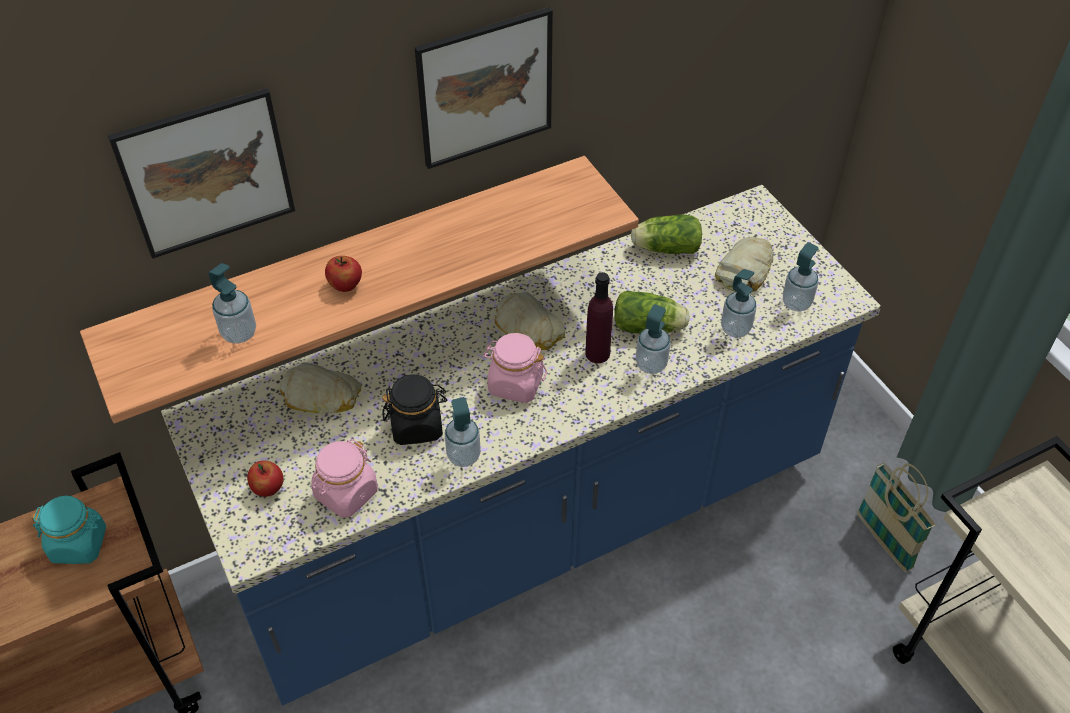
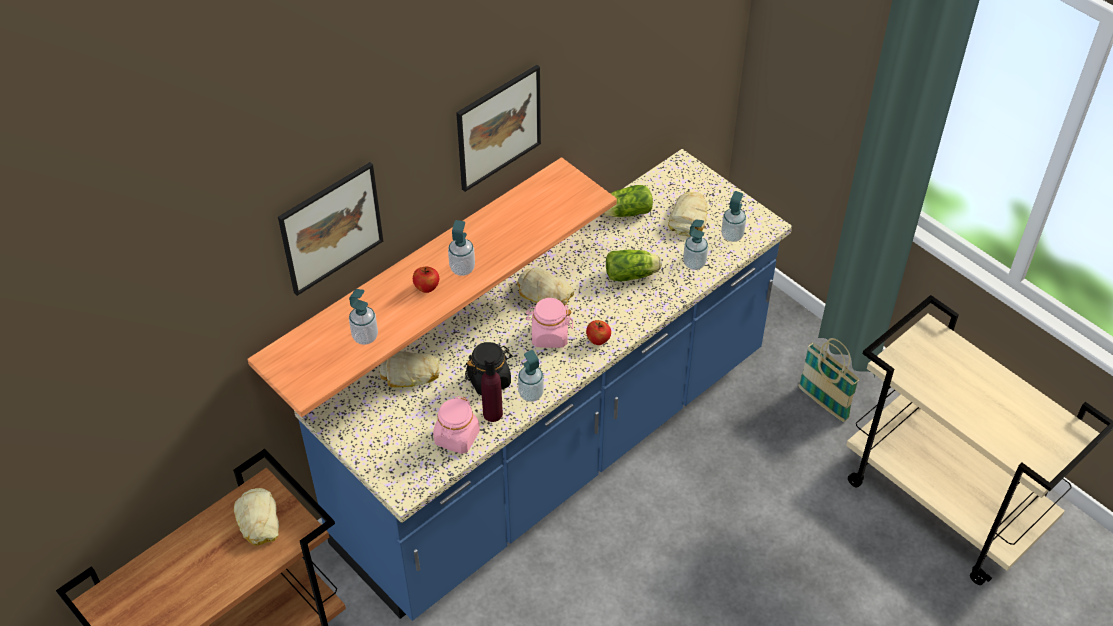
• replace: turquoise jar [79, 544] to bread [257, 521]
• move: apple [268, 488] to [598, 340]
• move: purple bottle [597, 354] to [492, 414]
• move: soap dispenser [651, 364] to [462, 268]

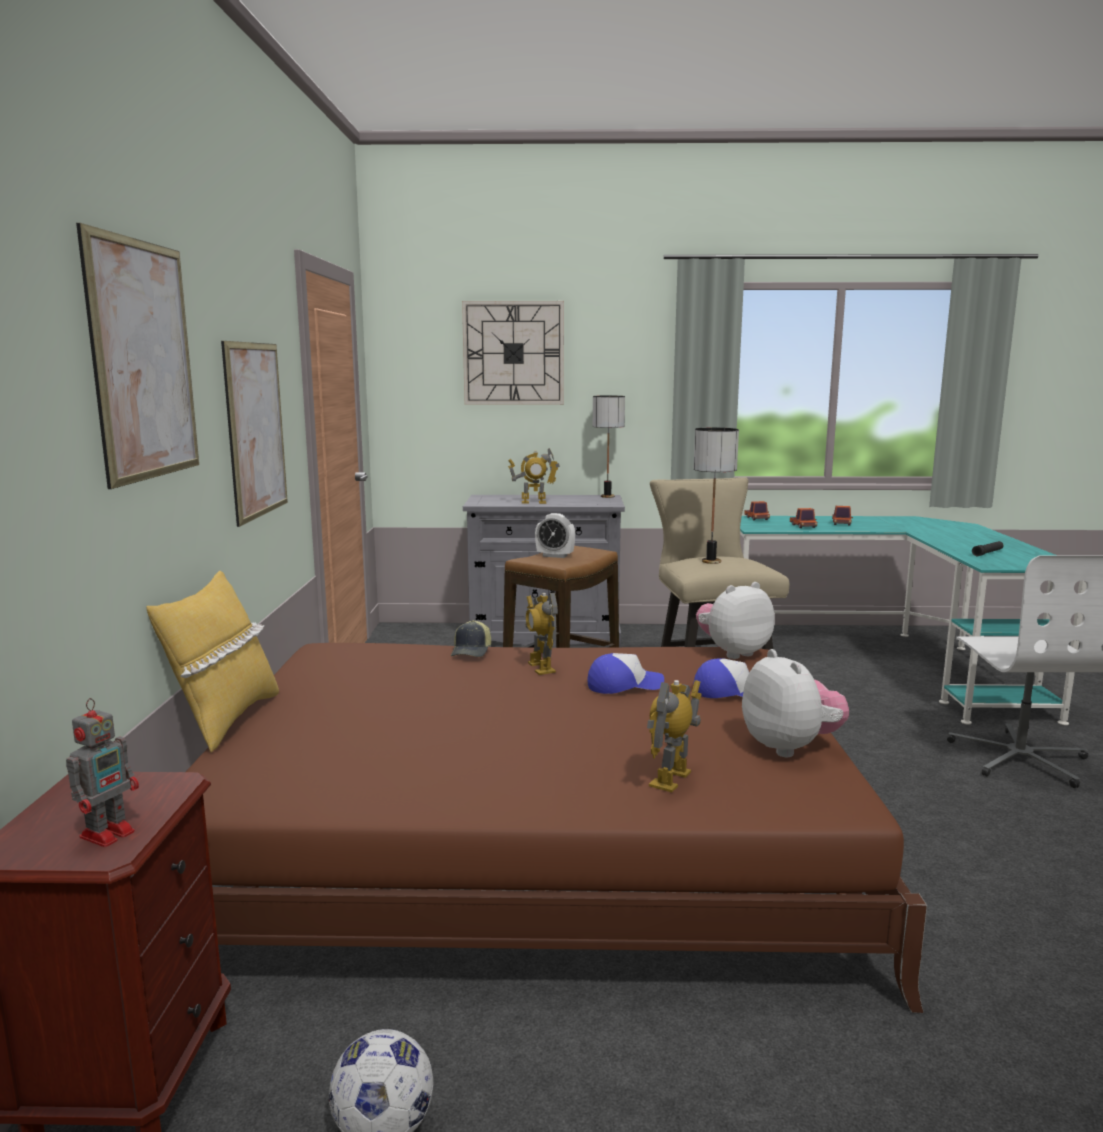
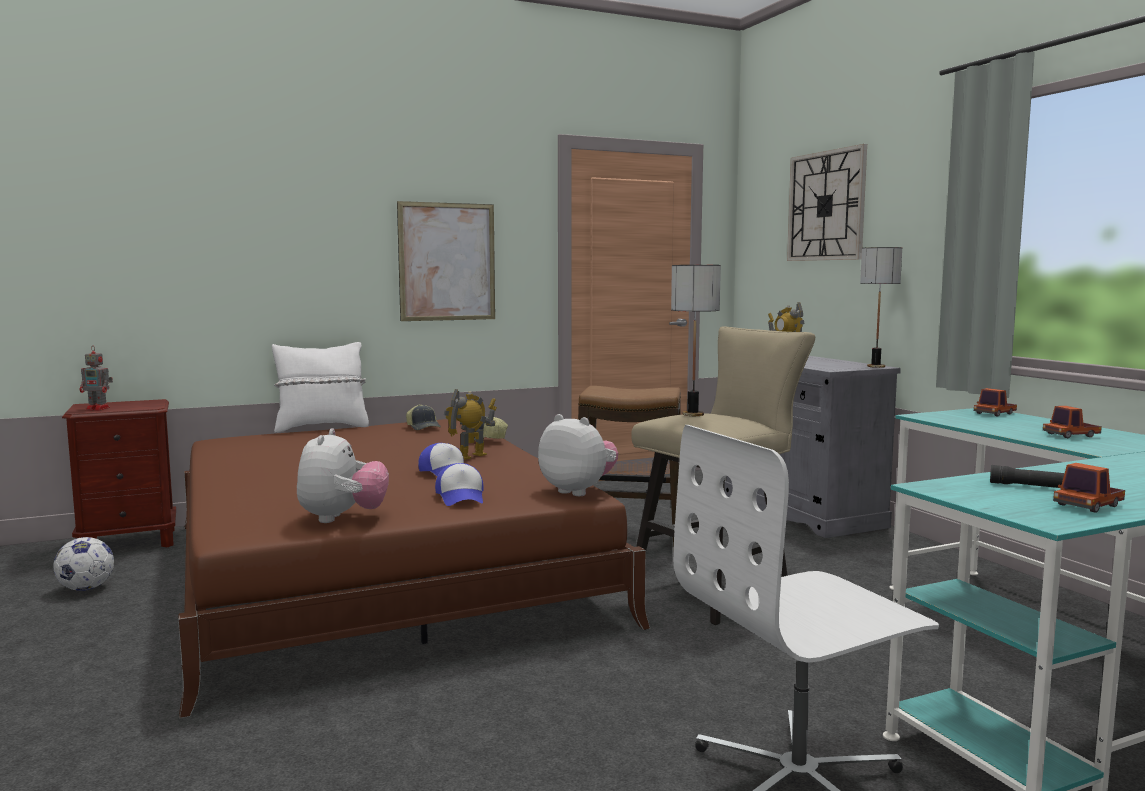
• delete: picture [144, 360]
• recolor: yellow pillow [224, 720] to white pillow [321, 427]
• delete: alarm clock [555, 556]
• delete: toy robot [672, 779]
• rotate: plush toy [790, 747] = [342, 518] 45 degrees counterclockwise
• move: toy truck [803, 526] to [1088, 505]
• insert: cap [423, 427]

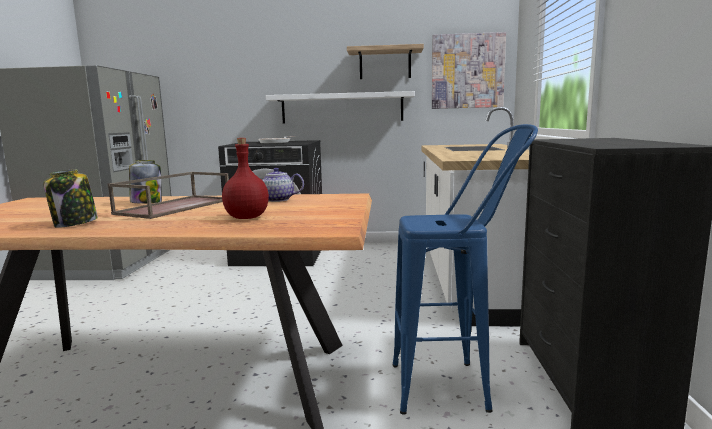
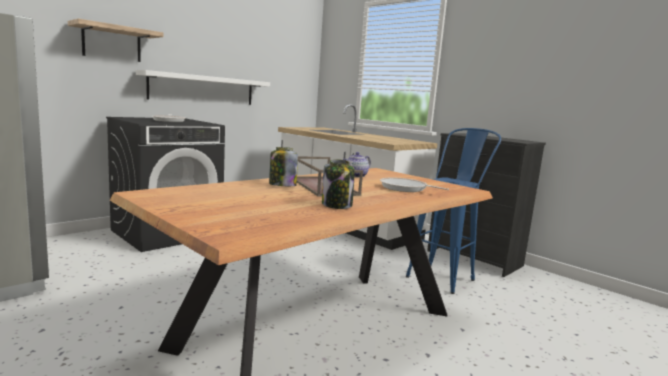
• replace: red bottle [246, 218] to frying pan [405, 188]
• move: shelf [385, 64] to [112, 43]
• delete: picture [467, 71]

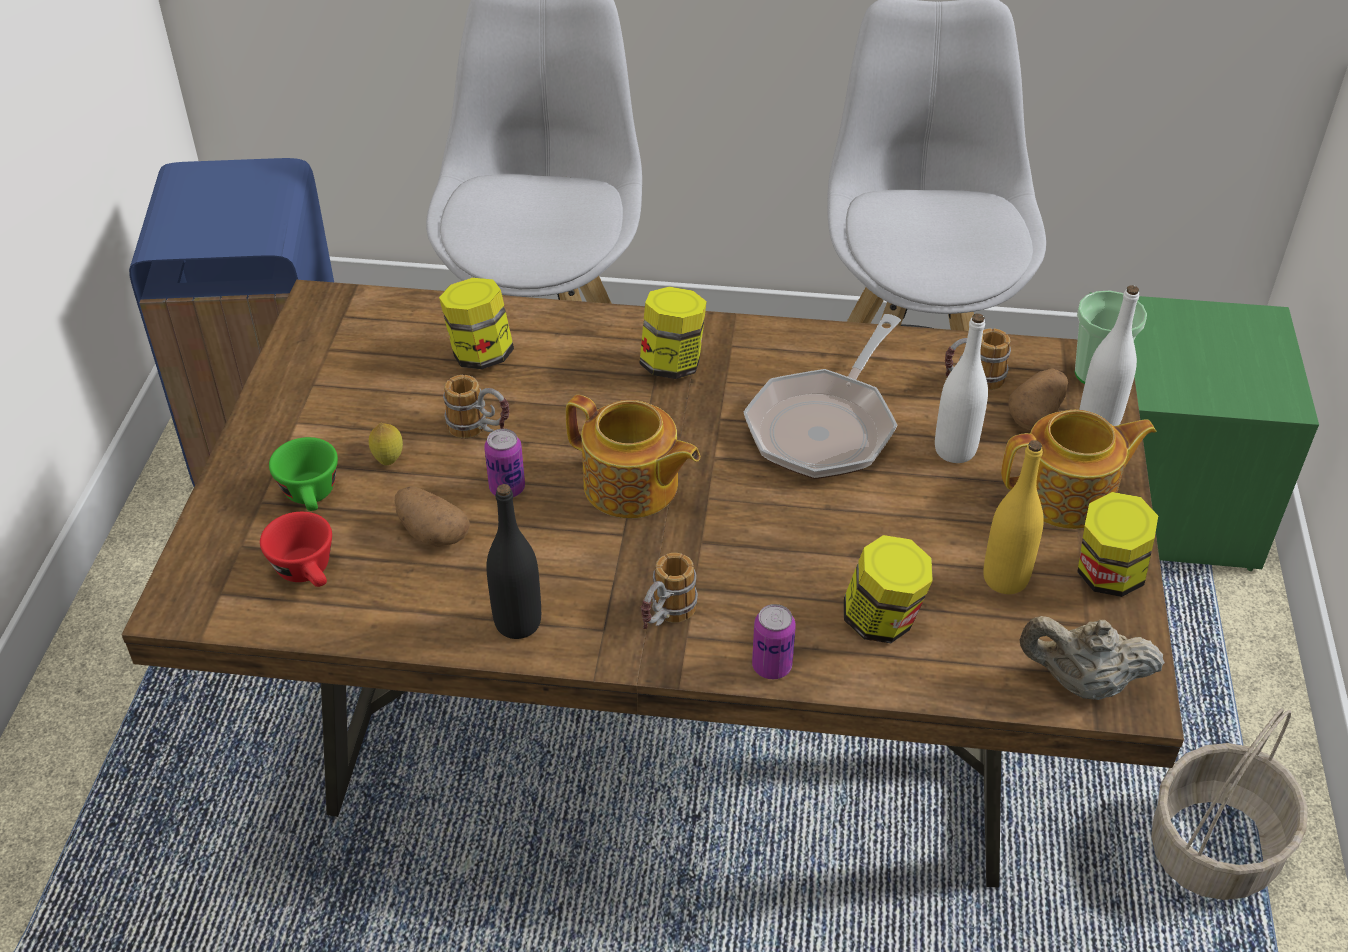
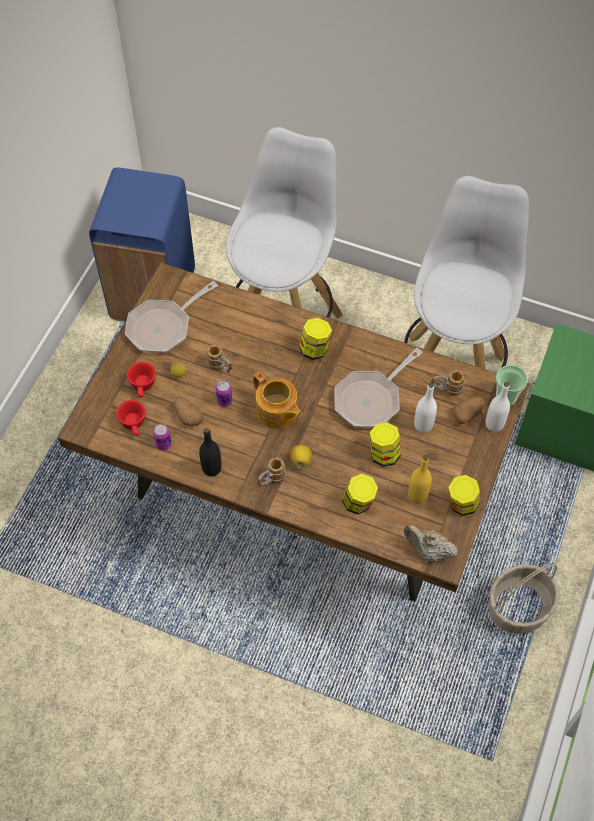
• recolor: green cup [312, 497] to red cup [143, 387]
• move: jar [480, 354] to [383, 454]
• move: can [771, 666] to [163, 444]
• delete: teapot [1068, 496]
• insert: frying pan [163, 327]
• insert: lemon [301, 460]

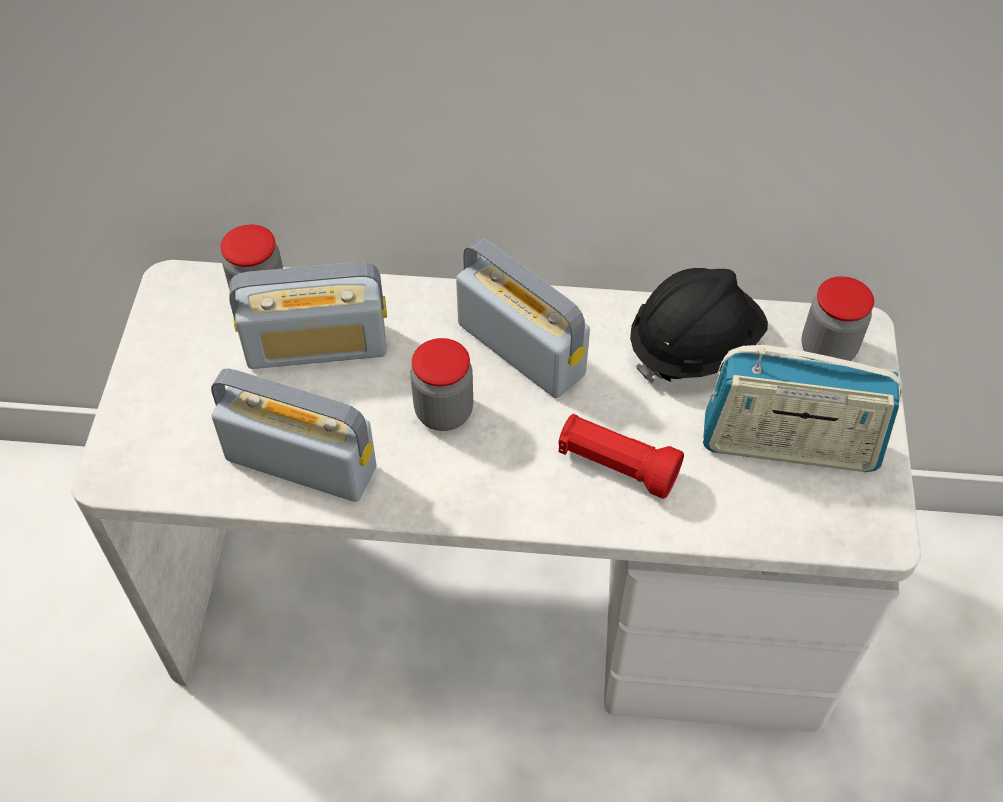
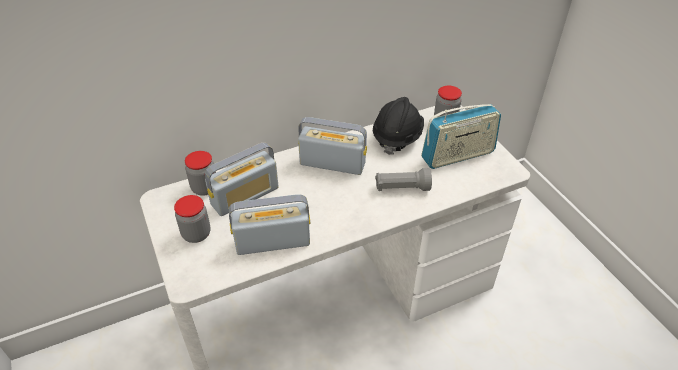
• move: jar [444, 412] to [196, 234]
• recolor: red flashlight [616, 466] to grey flashlight [402, 188]

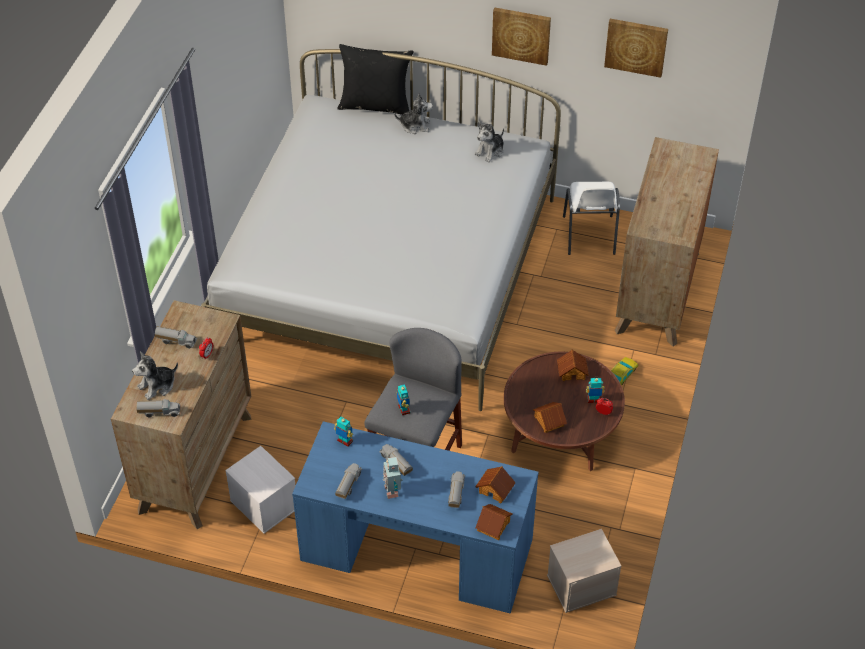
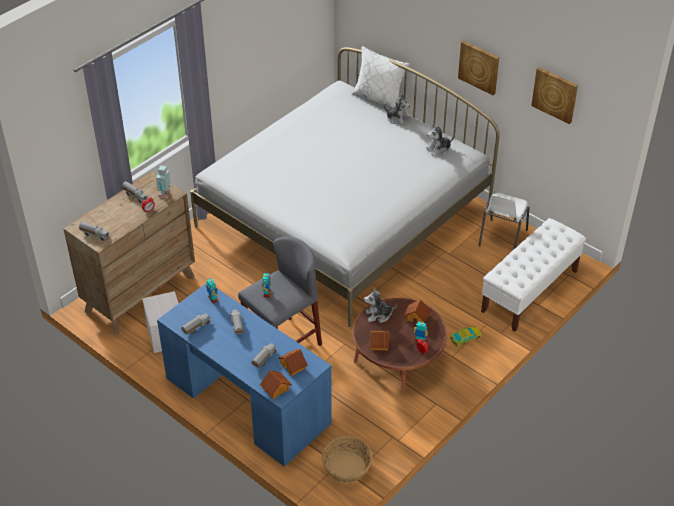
• move: plush toy [157, 386] to [378, 315]
• recolor: black pillow [375, 104] to white pillow [379, 98]
• move: toy robot [393, 490] to [165, 194]
• replace: beige storage box [582, 584] to basket [347, 467]
• replace: brown dresser [658, 292] to white bench [529, 291]

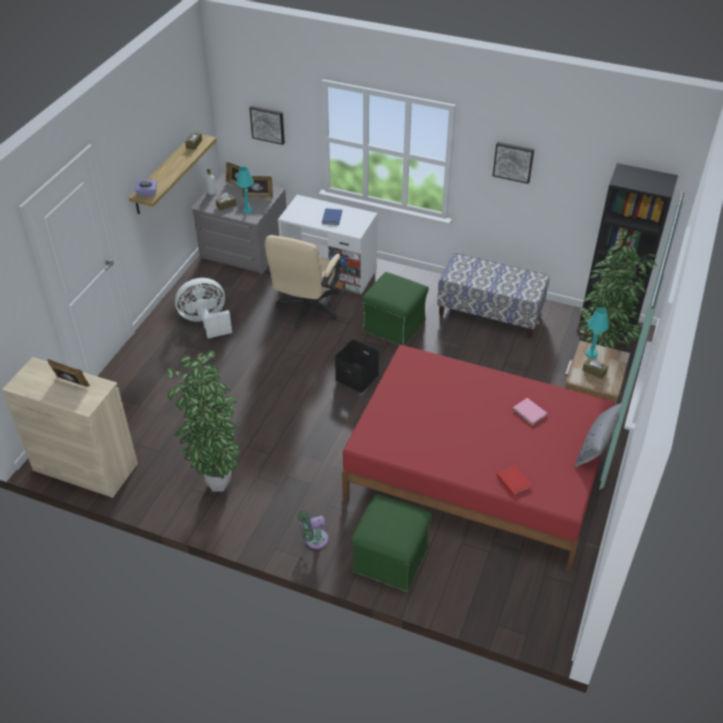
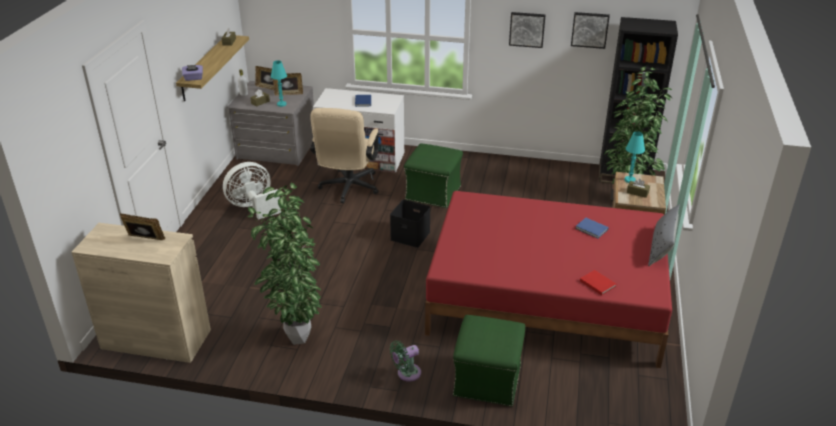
• move: picture [268, 124] to [589, 29]
• delete: bench [490, 313]
• recolor: pink book [529, 413] to blue book [592, 229]

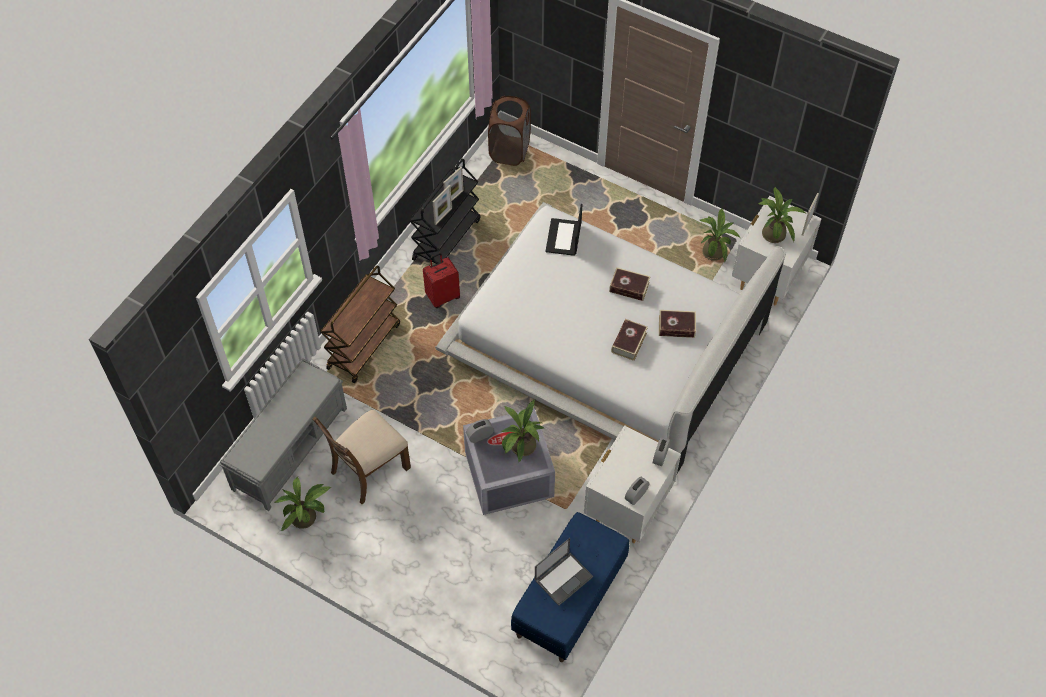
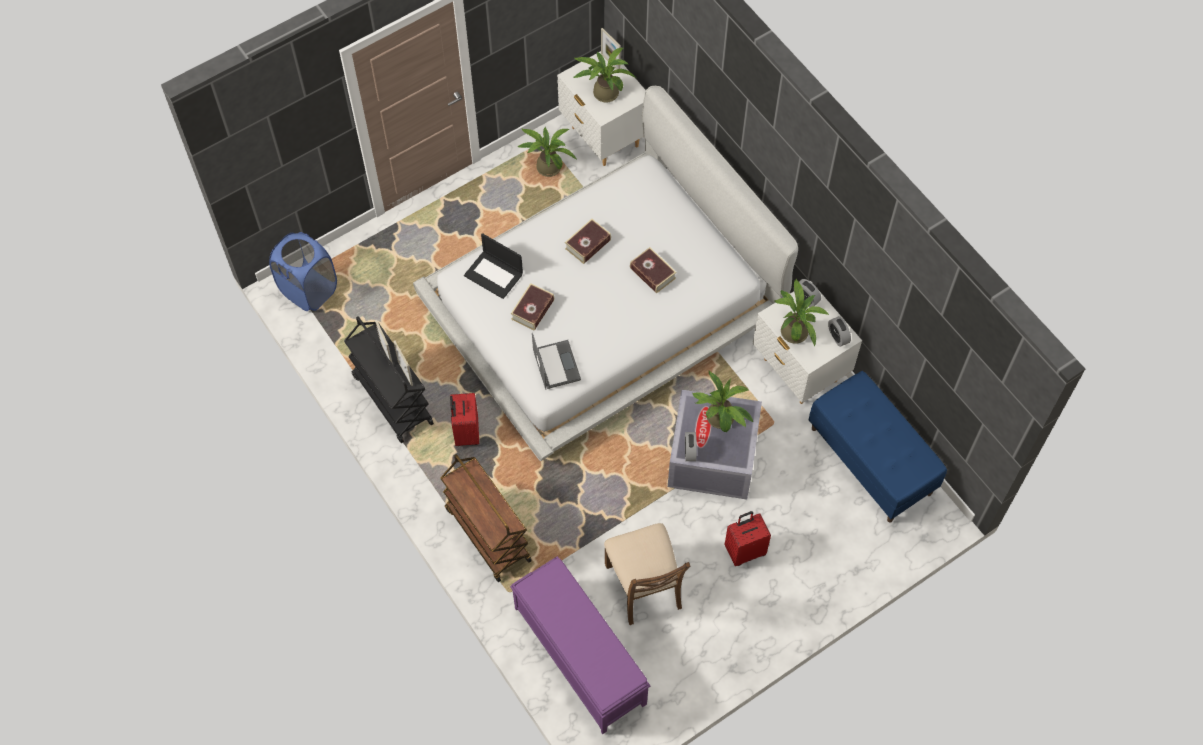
• recolor: grey bench [290, 447] to purple bench [579, 654]
• move: potted plant [307, 517] to [795, 329]
• recolor: brown laundry basket [509, 151] to blue laundry basket [309, 290]
• move: laptop [564, 577] to [556, 364]
• move: book [676, 327] to [533, 310]
• insert: red suitcase [745, 550]

